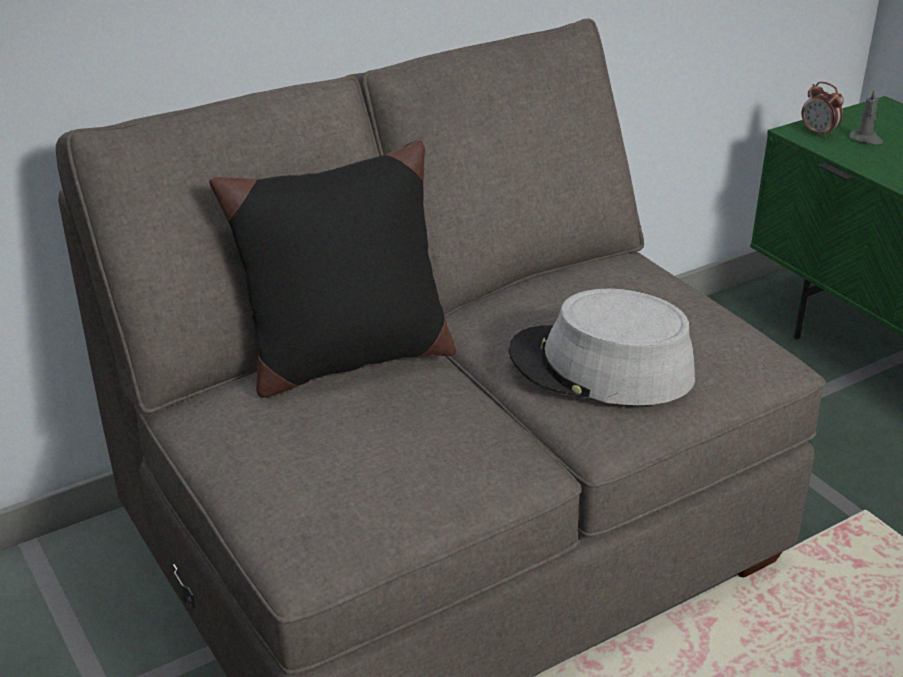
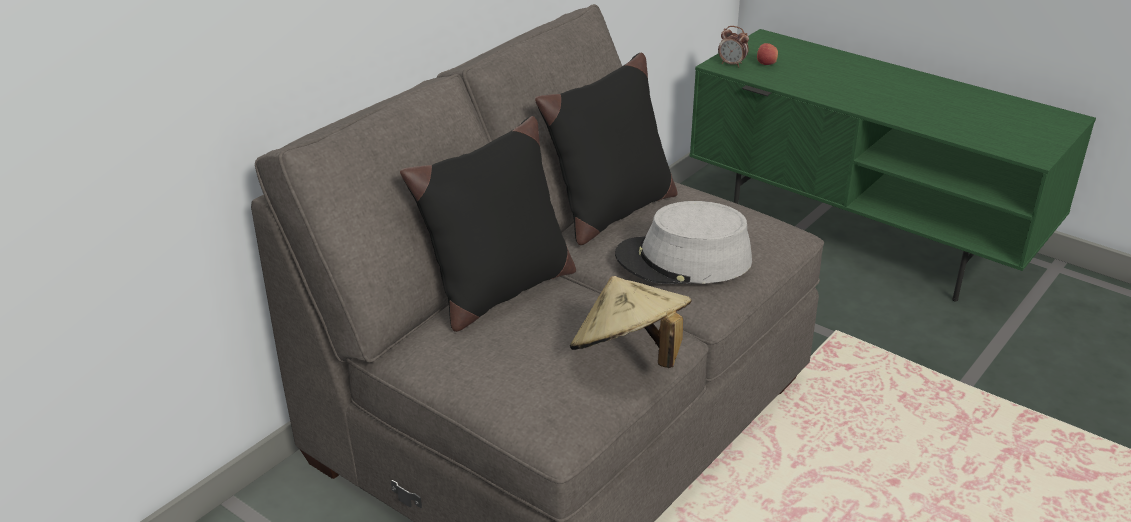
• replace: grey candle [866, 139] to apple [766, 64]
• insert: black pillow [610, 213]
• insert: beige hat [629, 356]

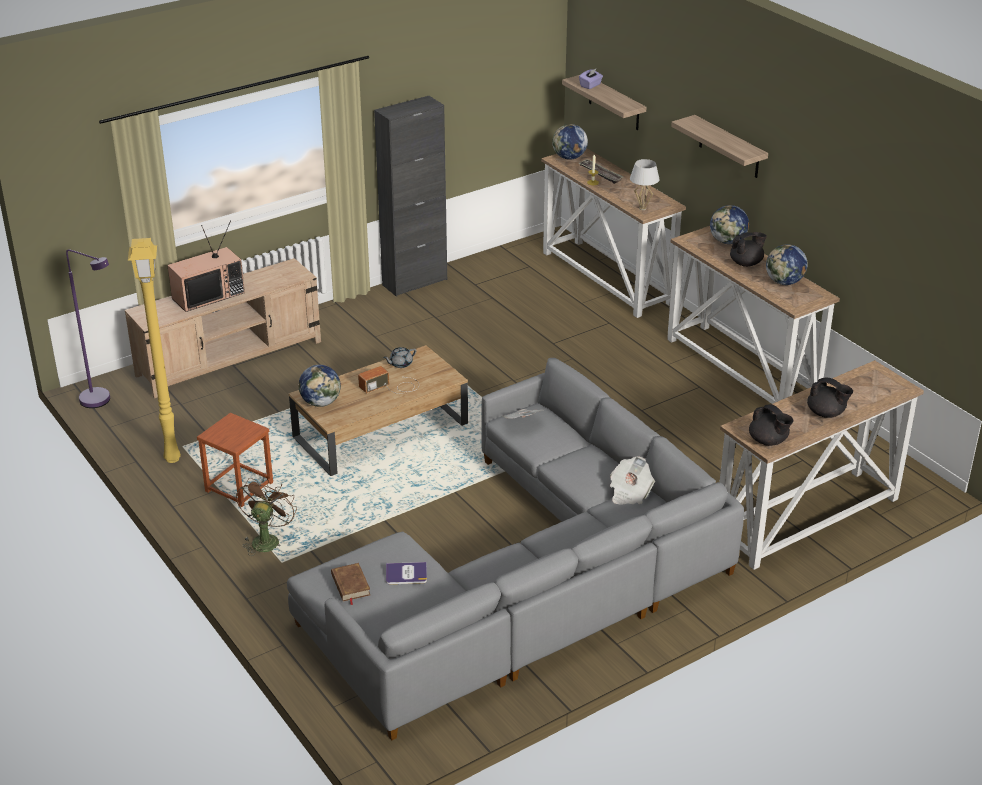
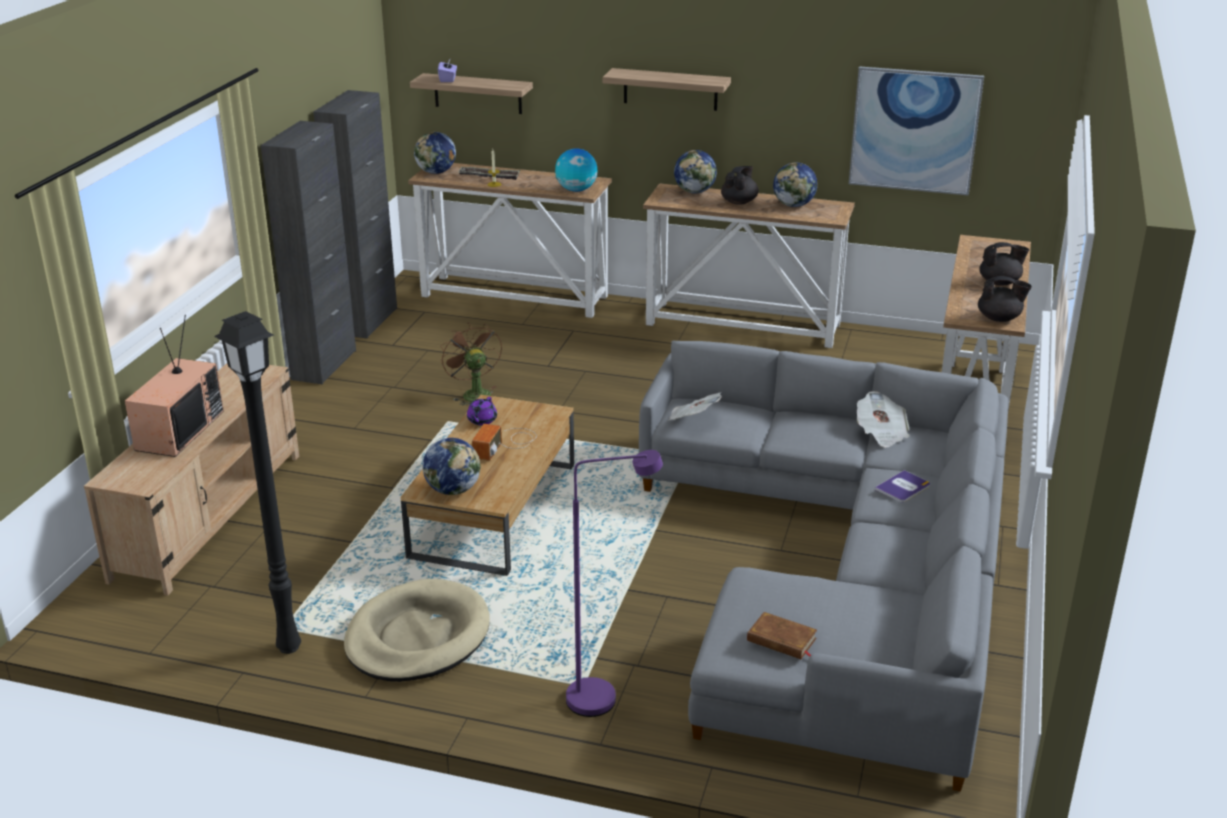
• move: purple floor lamp [102, 401] to [604, 697]
• recolor: yellow floor lamp [171, 458] to black floor lamp [286, 647]
• replace: brown stool [238, 487] to beige dog bed [417, 637]
• move: brown fan [266, 539] to [473, 393]
• recolor: grey teapot [400, 364] to purple teapot [481, 420]
• move: book [406, 574] to [903, 487]
• replace: white table lamp [642, 208] to globe [576, 190]
• insert: black cabinet [367, 321]
• insert: picture [914, 130]

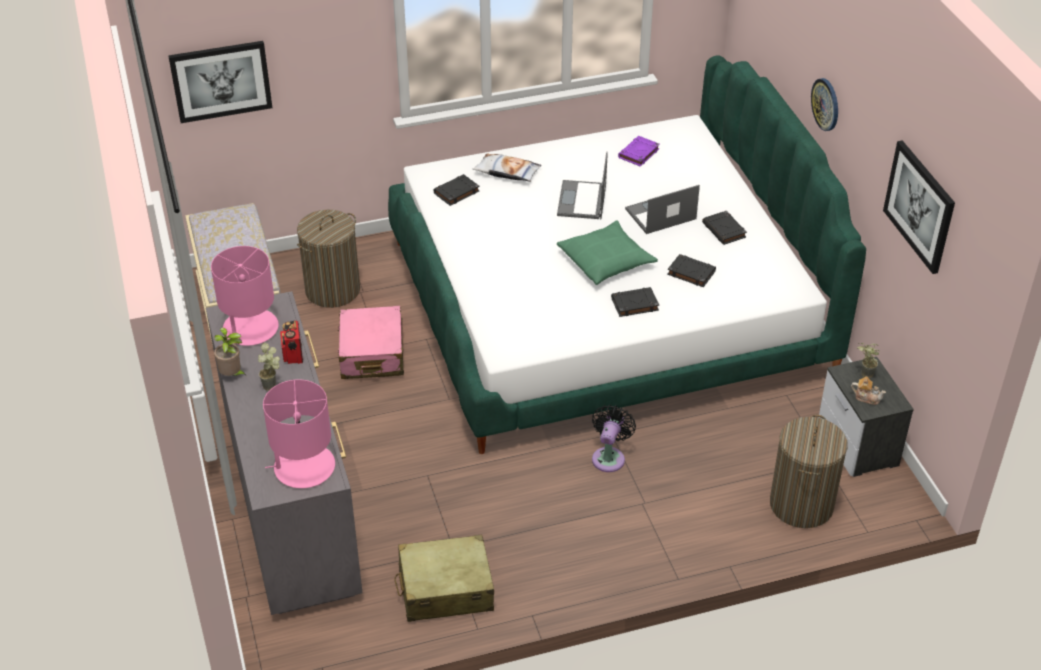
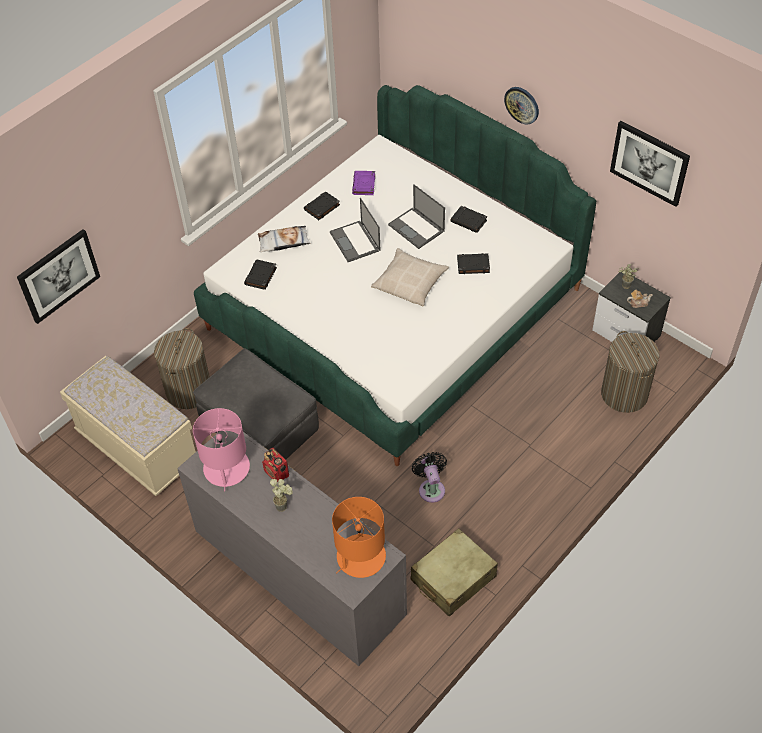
• delete: potted plant [232, 375]
• recolor: pink table lamp [303, 467] to orange table lamp [360, 557]
• replace: pink suitcase [372, 354] to grey ottoman [260, 428]
• recolor: green pillow [606, 260] to beige pillow [410, 282]
• move: black fan [609, 457] to [431, 488]
• move: black book [634, 304] to [322, 208]
• rotate: laptop [660, 214] = [417, 228] 75 degrees counterclockwise

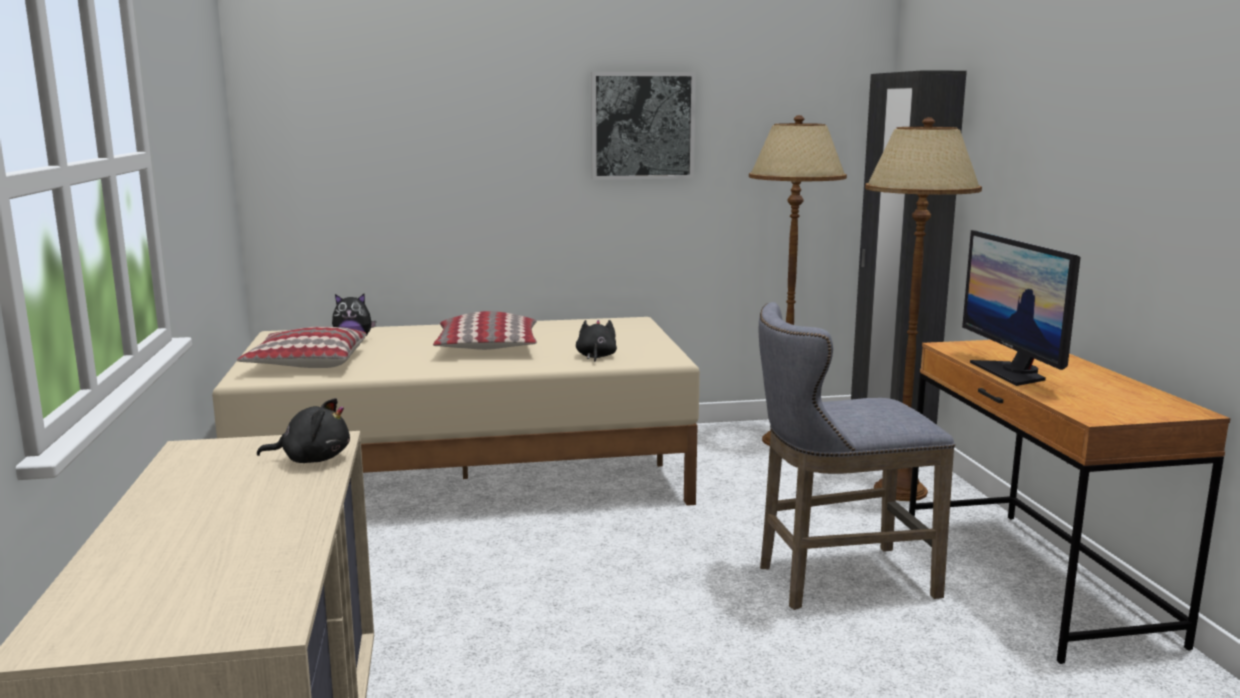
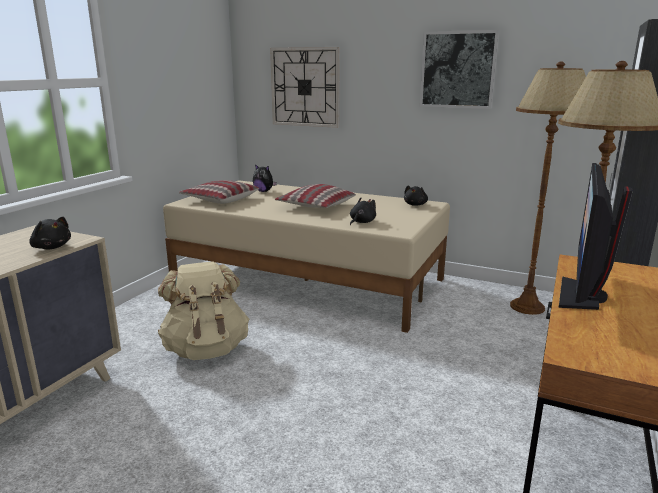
• delete: grey stool [836, 580]
• insert: beige backpack [206, 349]
• insert: wall clock [305, 87]
• insert: black plush toy [415, 204]

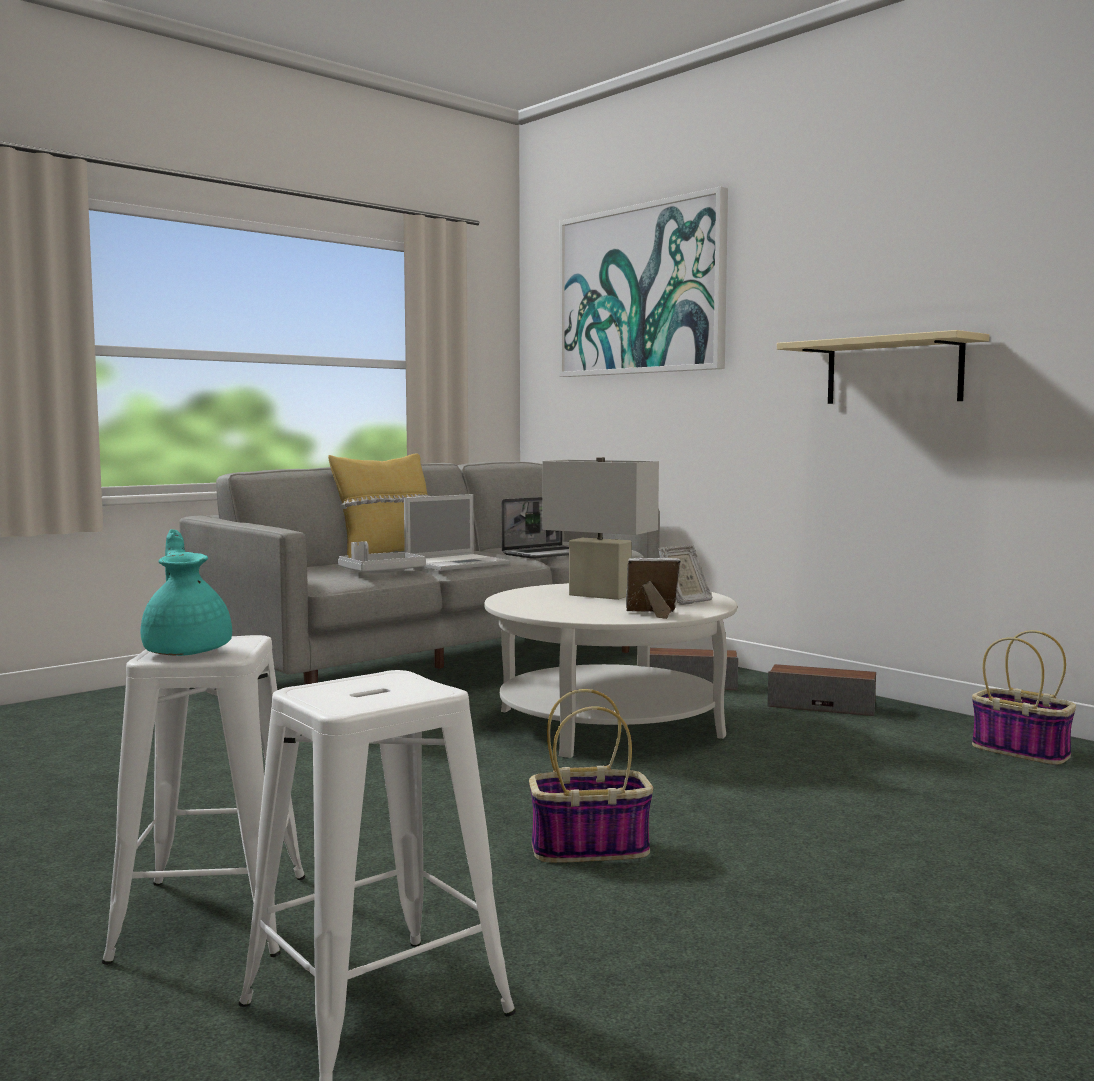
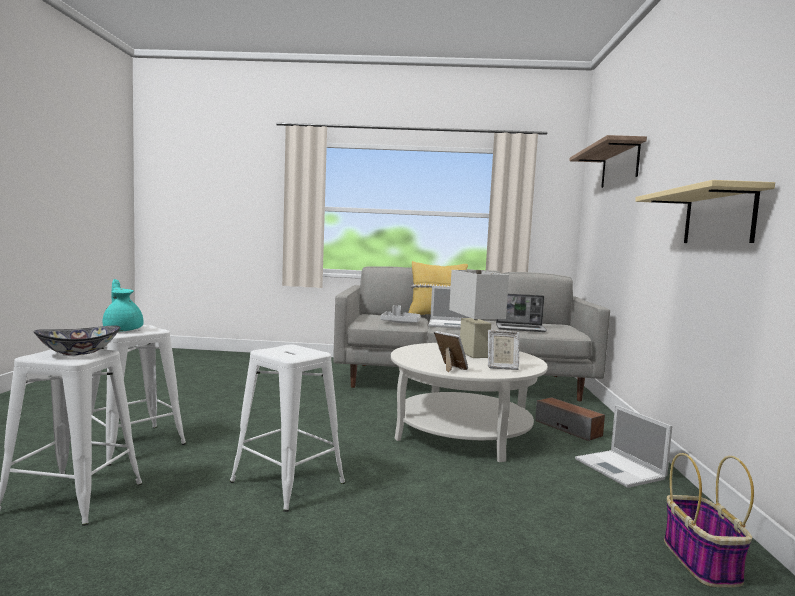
• rotate: turquoise teapot [188, 650] = [123, 329] 60 degrees counterclockwise
• replace: basket [591, 848] to white stool [287, 482]
• replace: picture [640, 290] to shelf [619, 165]
• replace: speaker [821, 706] to laptop [620, 469]
• insert: bowl [79, 352]

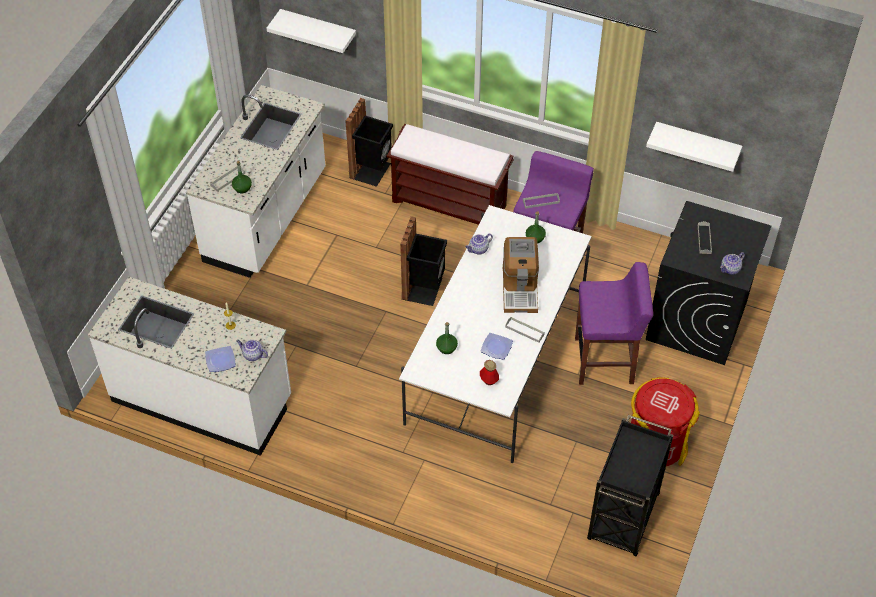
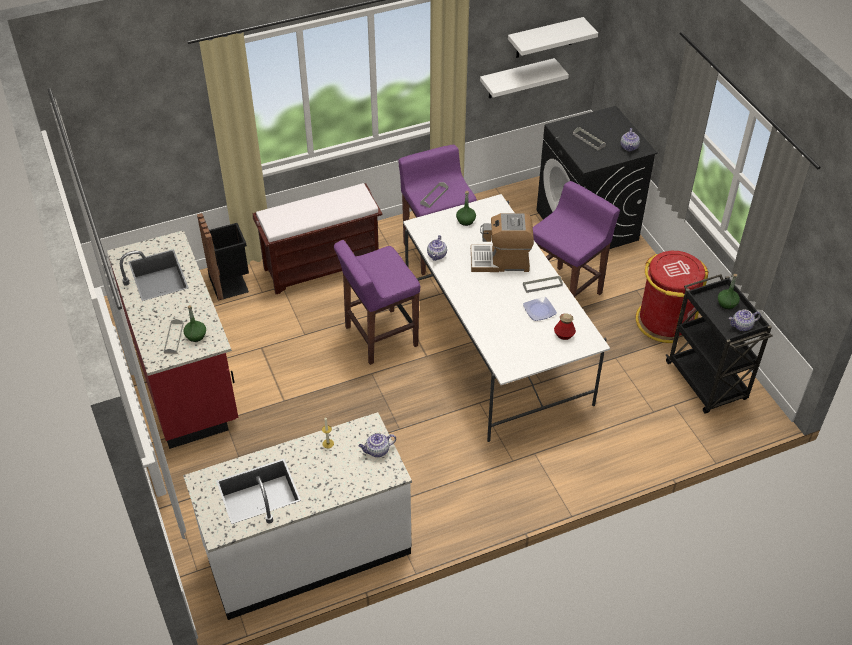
• recolor: white counter [267, 217] to red counter [185, 375]
• delete: plate [221, 361]
• move: white shelf [318, 30] to [544, 38]
• replace: black trash can [424, 289] to purple stool [380, 337]
• move: green bottle [446, 348] to [727, 304]
• rotate: coffee machine [520, 288] = [501, 260] 135 degrees clockwise
• insert: teapot [742, 326]

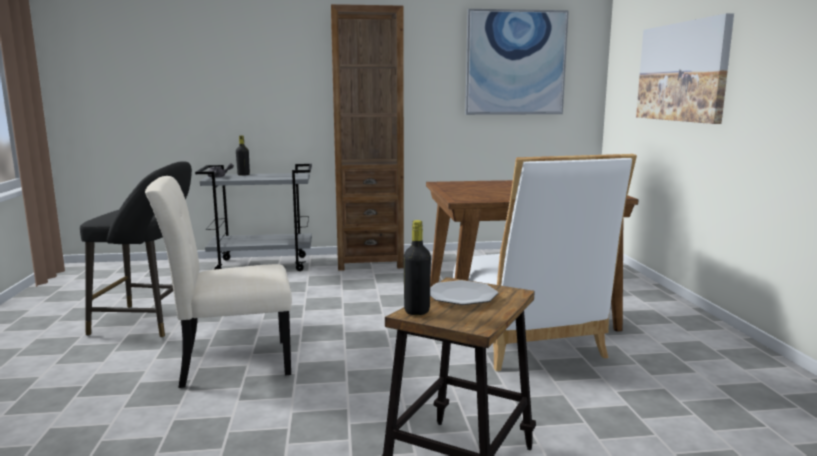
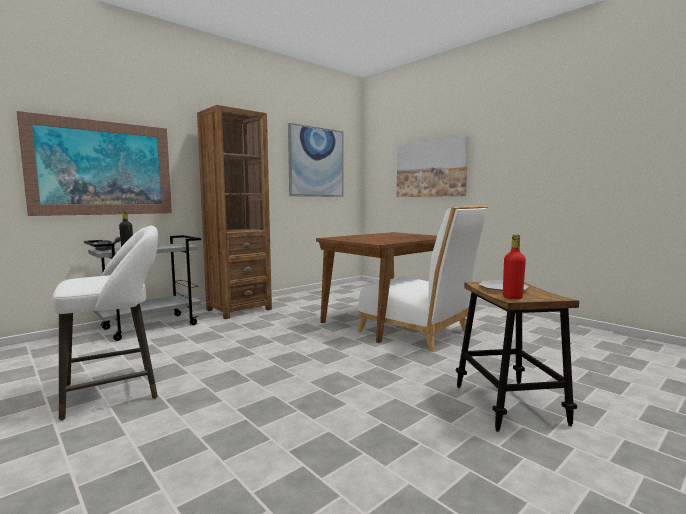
• recolor: black stool [151, 322] to white stool [117, 390]
• delete: beige chair [230, 363]
• recolor: black bottle [417, 311] to red bottle [512, 297]
• insert: picture [103, 168]

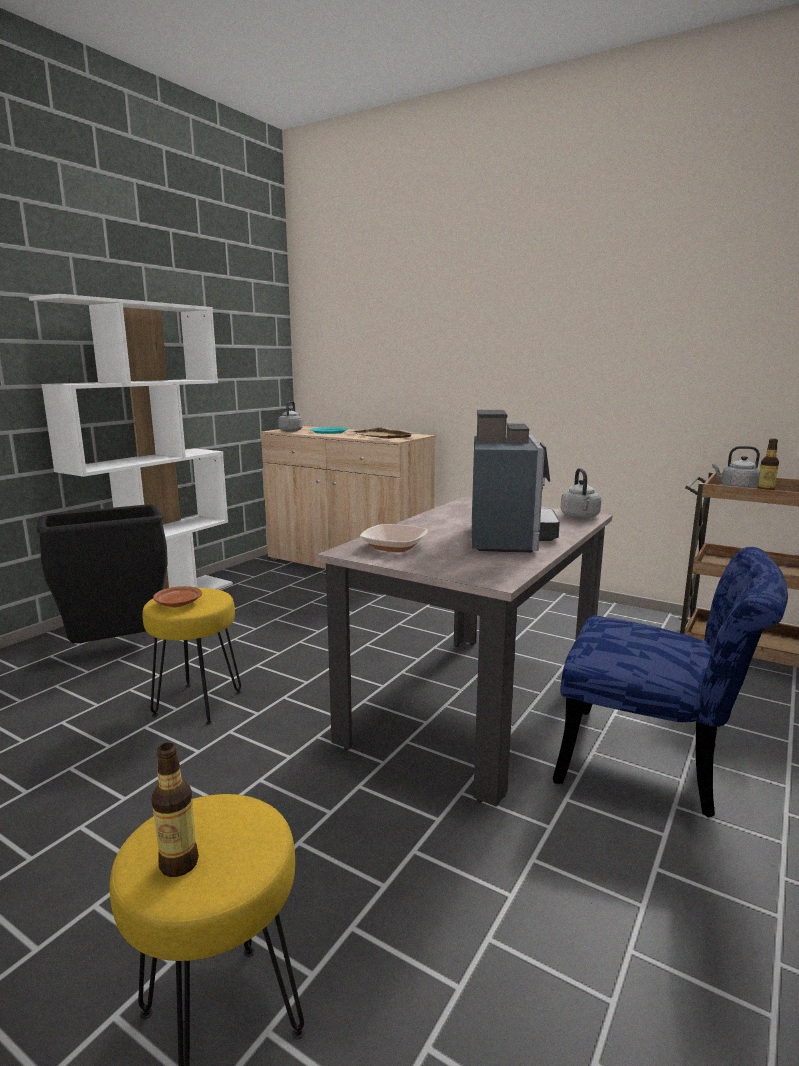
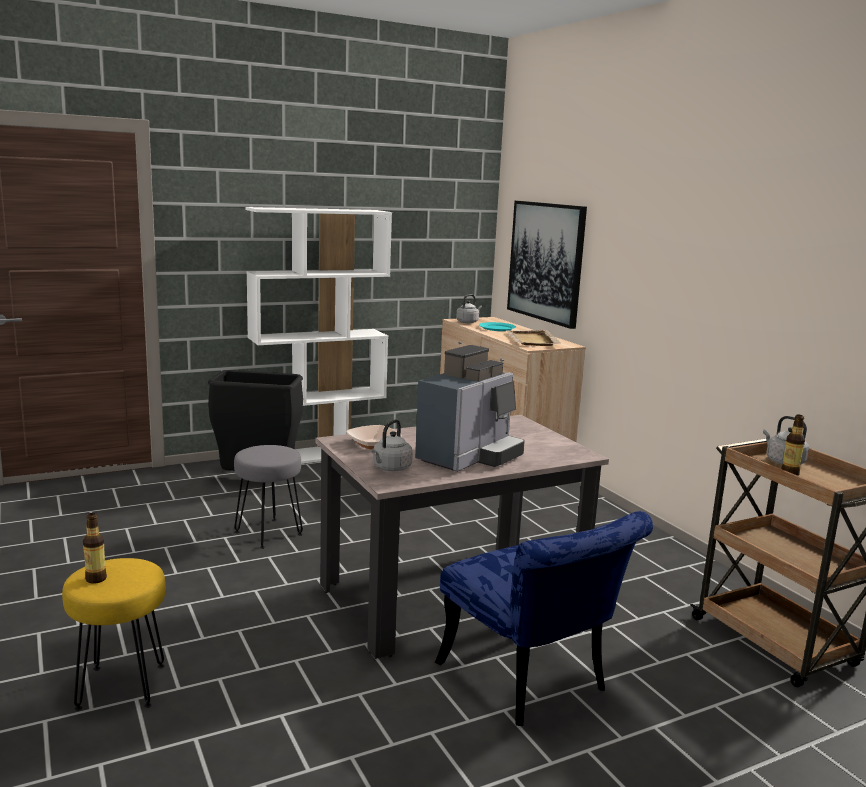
• recolor: yellow stool [196, 704] to grey stool [267, 533]
• delete: brown plate [177, 603]
• move: grey kettle [580, 517] to [390, 468]
• insert: picture [546, 262]

